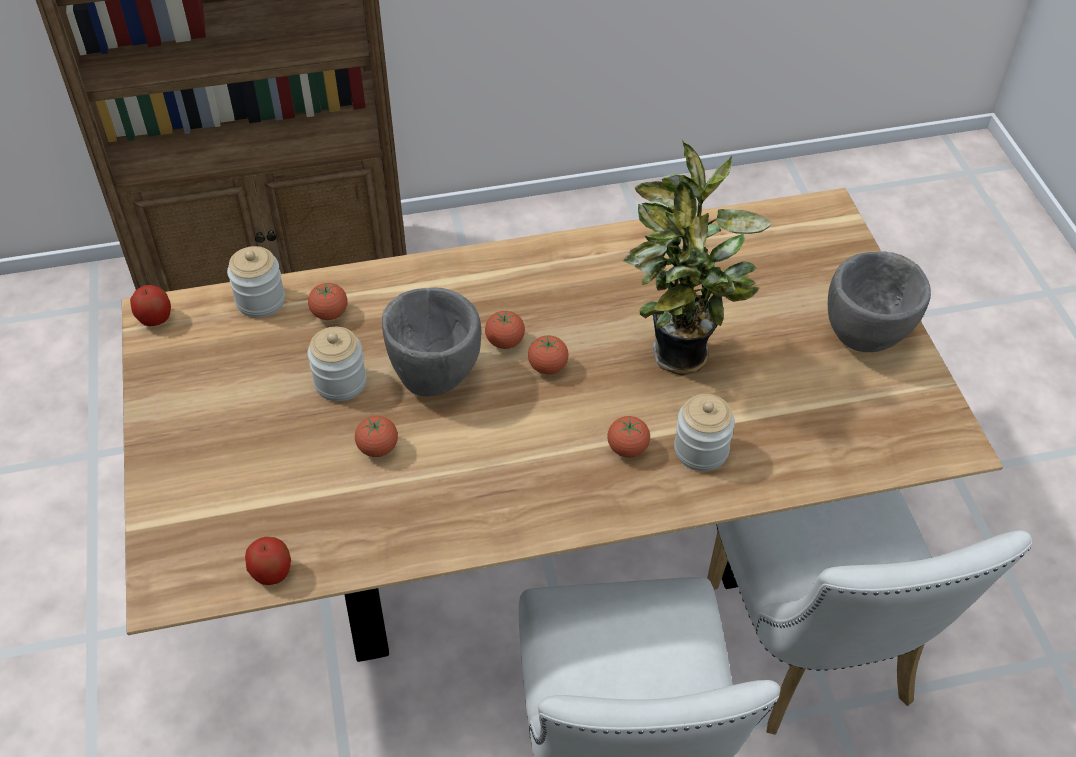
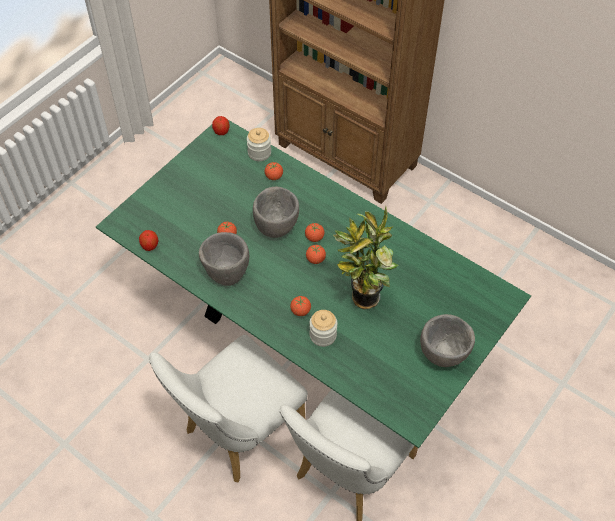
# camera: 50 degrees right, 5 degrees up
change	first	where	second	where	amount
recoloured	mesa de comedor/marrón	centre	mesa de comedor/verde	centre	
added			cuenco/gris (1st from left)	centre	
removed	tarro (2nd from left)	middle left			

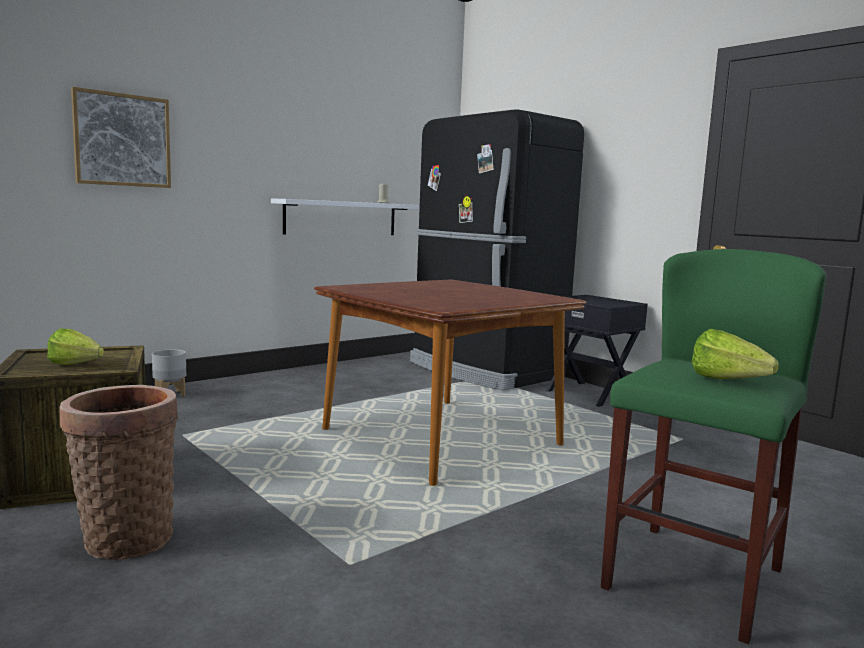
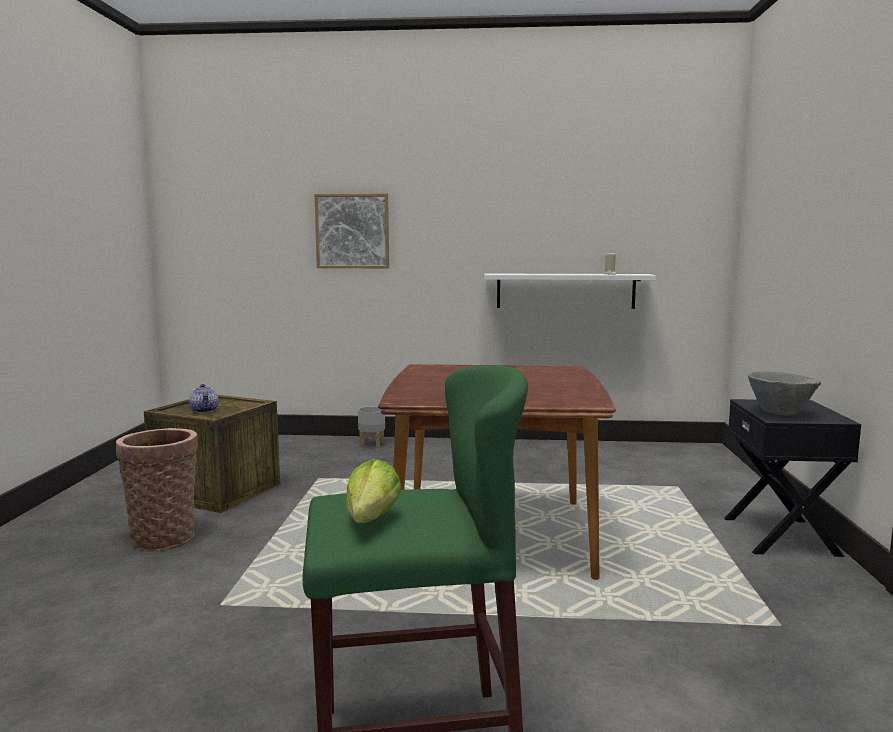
# camera: 45 degrees right, 0 degrees up
change	first	where	second	where	amount
replaced	lechuga (1st from left)	middle left	tetera	middle left	
added			cuenco/gris	middle right	
removed	nevera/negro	centre			

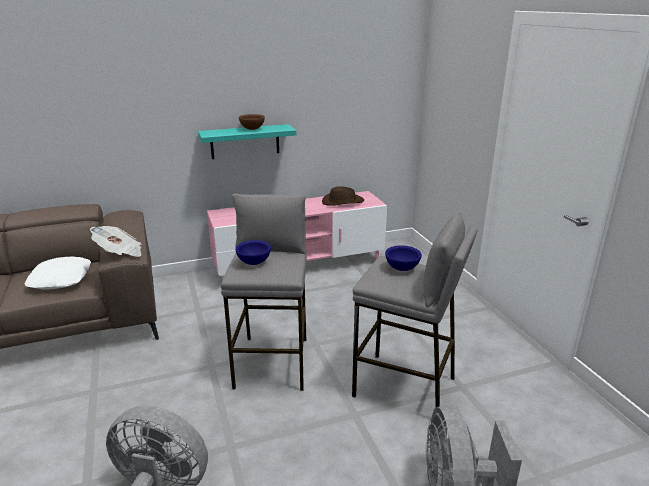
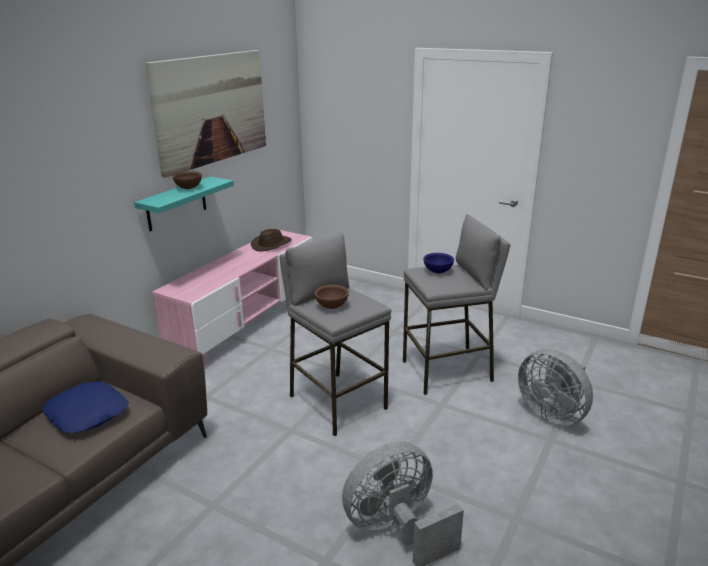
# camera: 40 degrees left, 0 degrees up
change	first	where	second	where	amount
recoloured	cojín/blanco	middle left	cojín/azul	bottom left	
added			cuadro	top left	
recoloured	cuenco/azul (1st from left)	centre	cuenco/marrón (2nd from left)	centre	
removed	periódico	middle left			

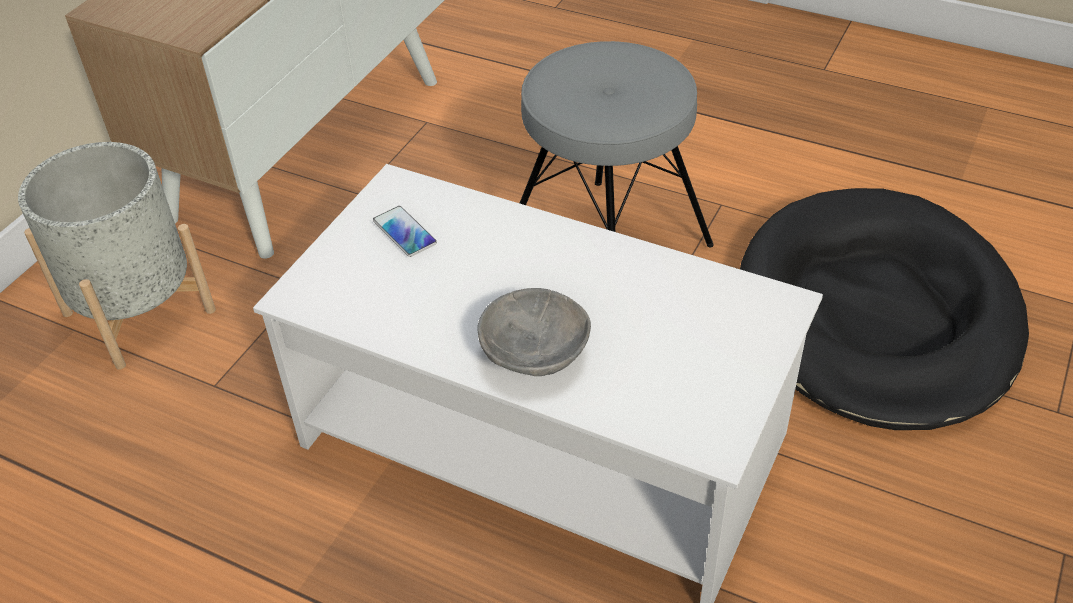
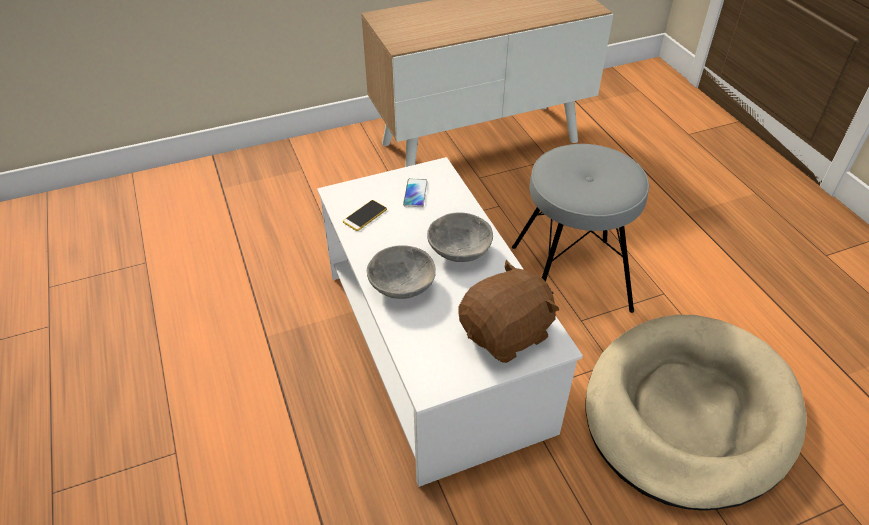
# camera: 40 degrees right, 0 degrees up
change	first	where	second	where	amount
added			móvil (1st from left)	centre	
added			cuenco/gris (2nd from left)	centre	
added			peluche/marrón	centre	
recoloured	cama para perro/negro	middle right	cama para perro/beis	bottom right	
removed	maceta/gris	middle left			

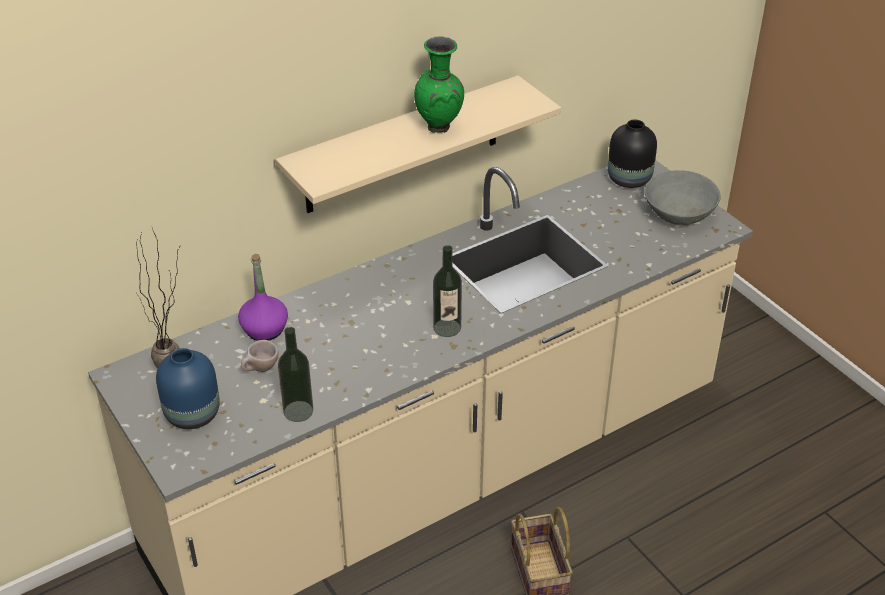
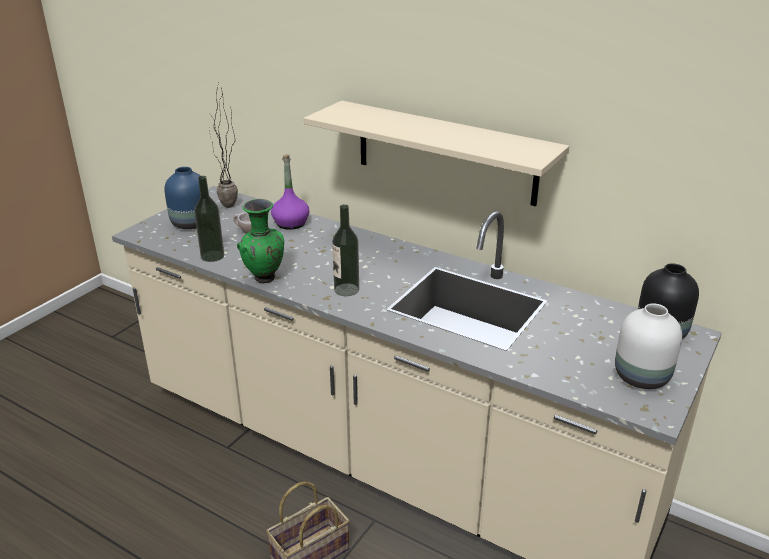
# camera: 65 degrees right, 10 degrees down
change	first	where	second	where	amount
moved	florero/verde	top centre		centre	
replaced	cuenco/gris	top right	florero/blanco	middle right	

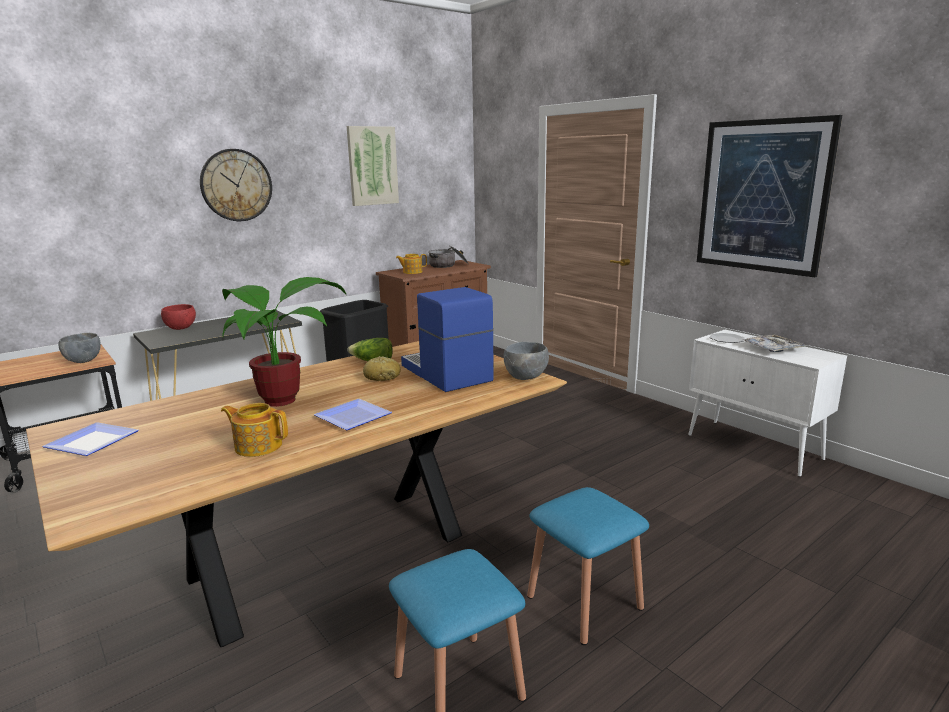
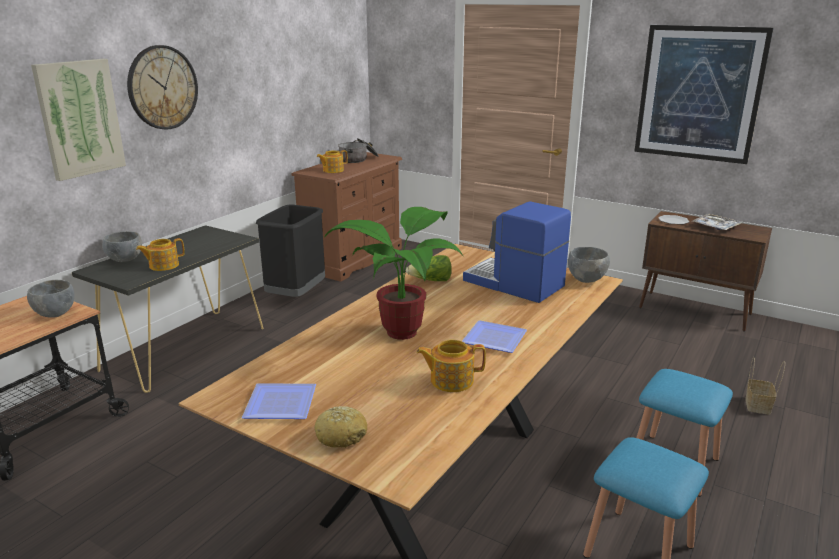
# camera: 20 degrees left, 5 degrees up
change	first	where	second	where	amount
moved	cuadro (1st from left)	top centre		top left	
recoloured	cuenco/rojo	middle left	cuenco/gris (2nd from left)	middle left	
added			tetera (1st from left)	middle left	
moved	pan	centre		bottom centre	
recoloured	armario/blanco	middle right	armario/marrón	middle right	
added			cesta	bottom right	

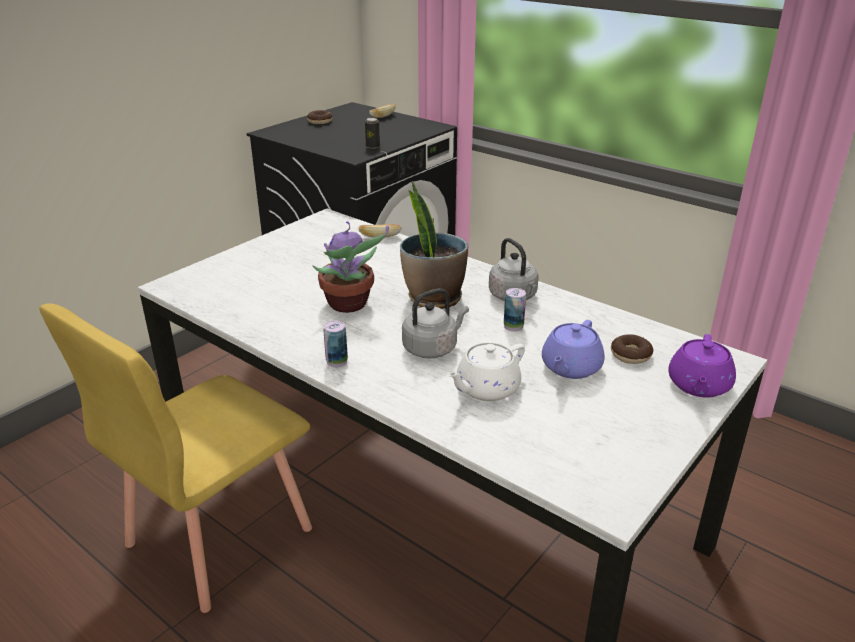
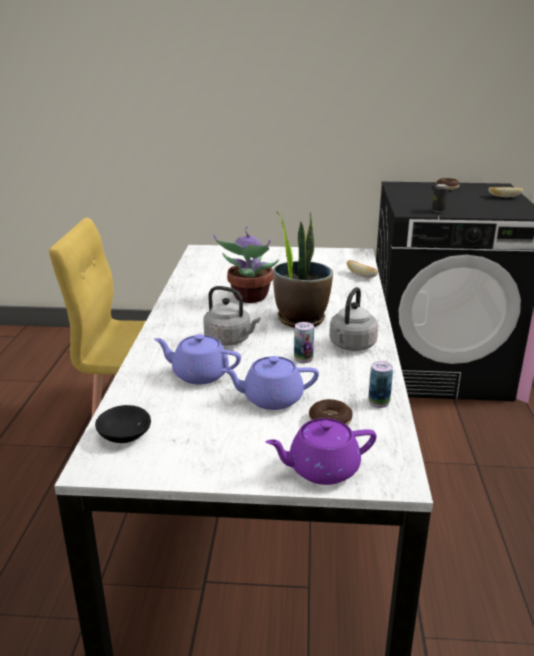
# camera: 55 degrees right, 5 degrees down
change	first	where	second	where	amount
added			cuenco/negro	middle left	
recoloured	tetera/blanco	centre	tetera/morado (1st from left)	centre	
moved	lata (1st from left in the first image)	centre	lata (2nd from left)	middle right	

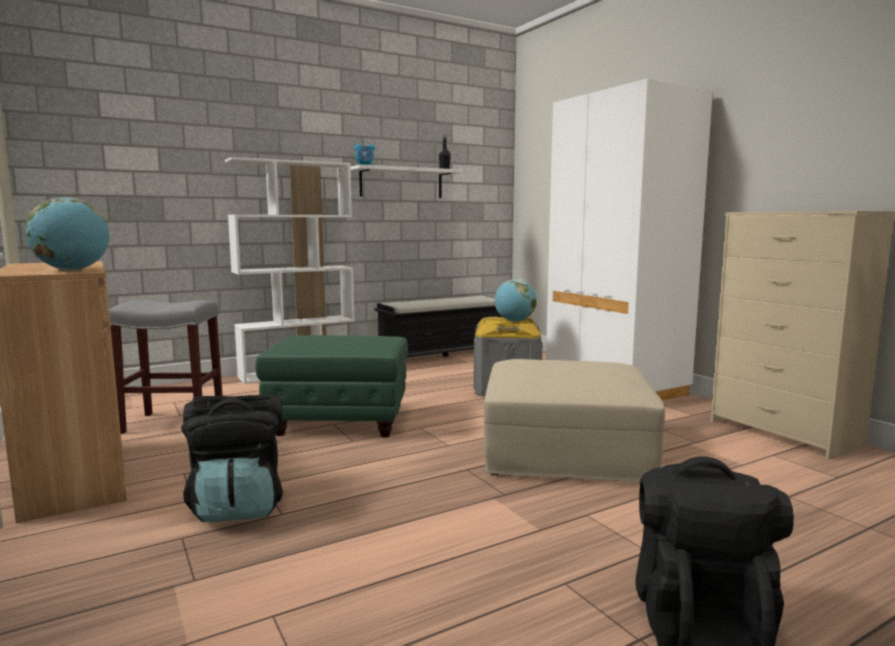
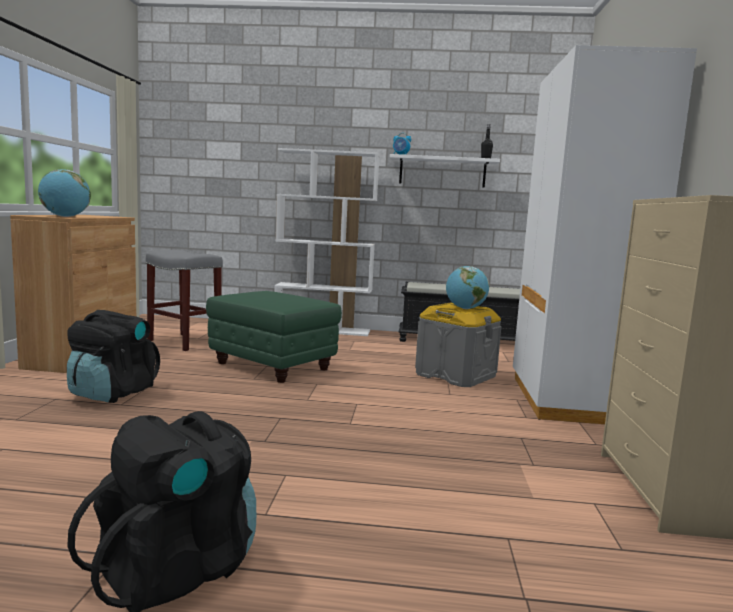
# camera: 35 degrees right, 0 degrees up
change	first	where	second	where	amount
removed	puf/beis	centre			

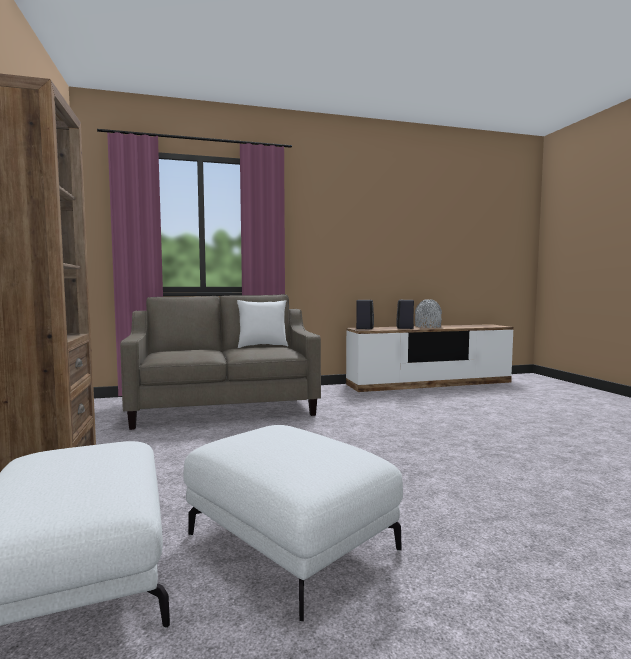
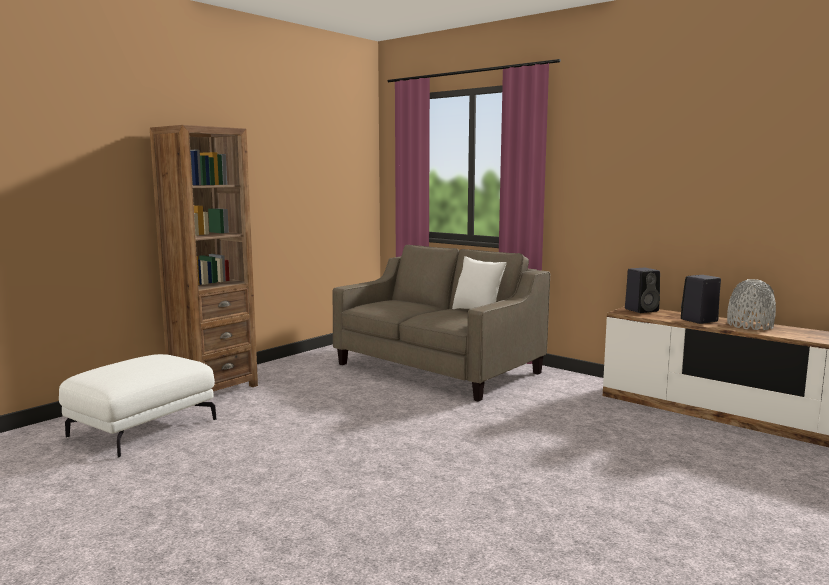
# camera: 55 degrees right, 5 degrees up
change	first	where	second	where	amount
removed	puf/blanco (2nd from left)	bottom centre			

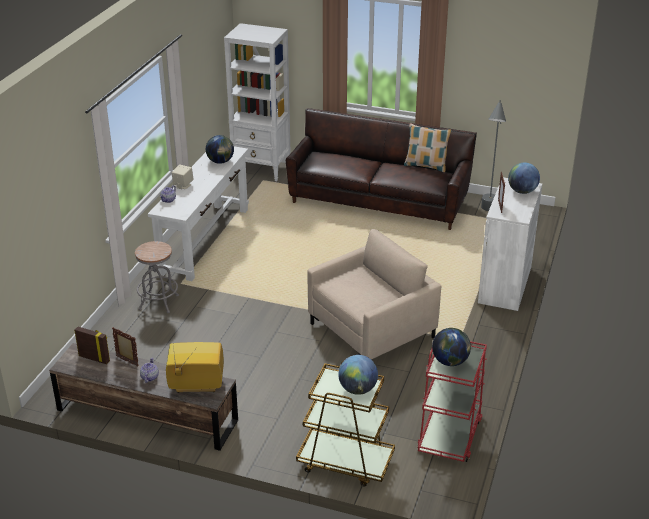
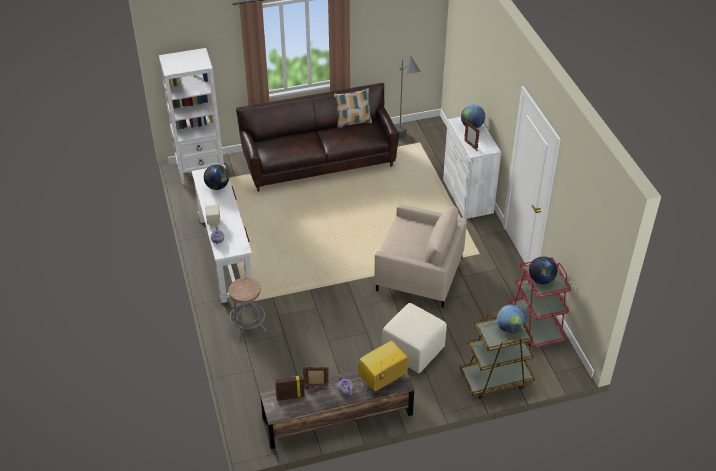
# camera: 35 degrees left, 10 degrees up
change	first	where	second	where	amount
turned	sillón/beis	centre		centre	90 degrees clockwise
added			puf/beis	bottom centre	

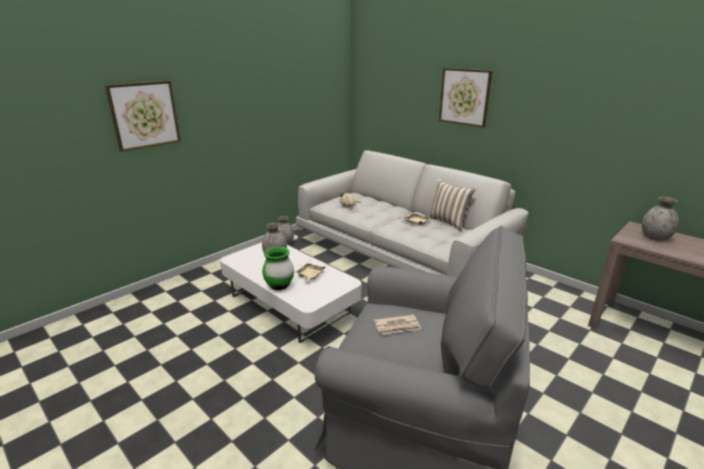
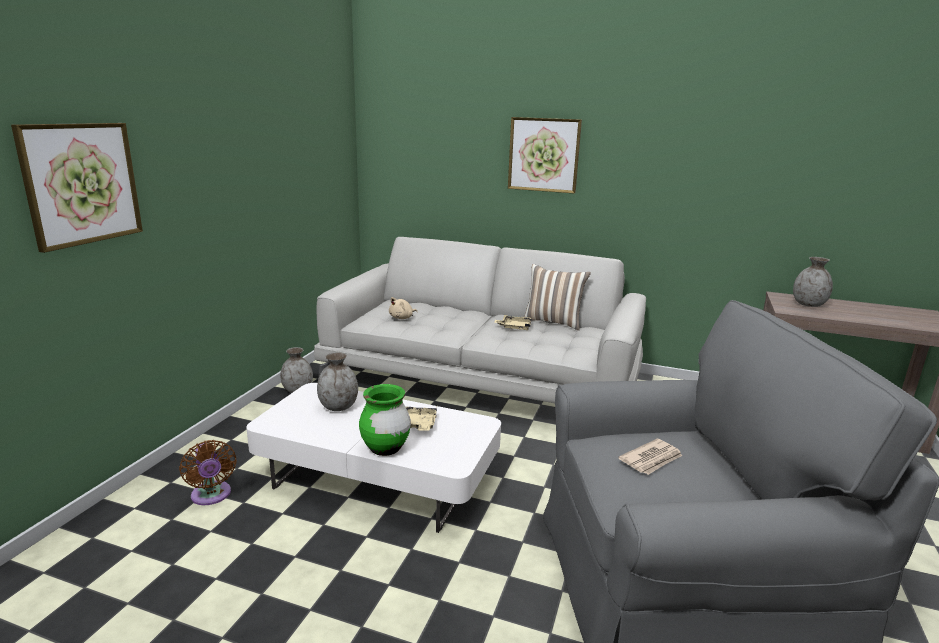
# camera: 25 degrees left, 5 degrees down
change	first	where	second	where	amount
added			ventilador/marrón	bottom left	

